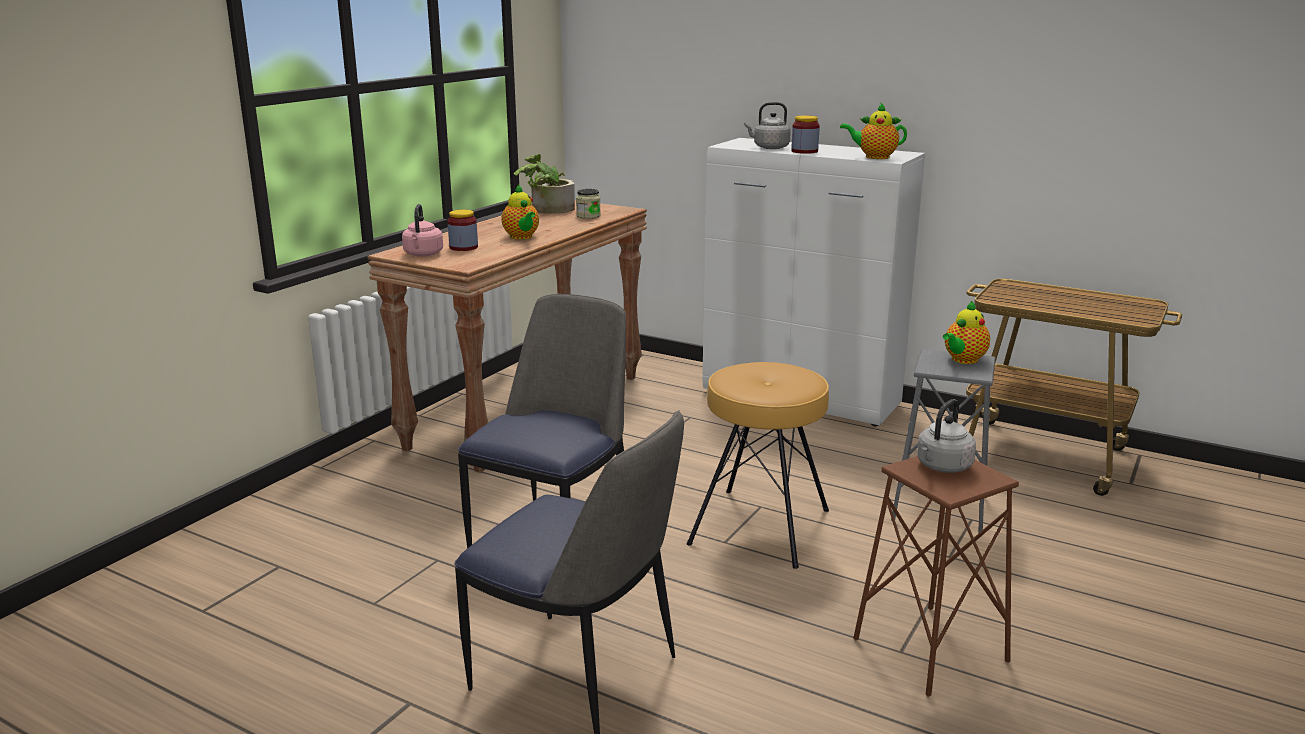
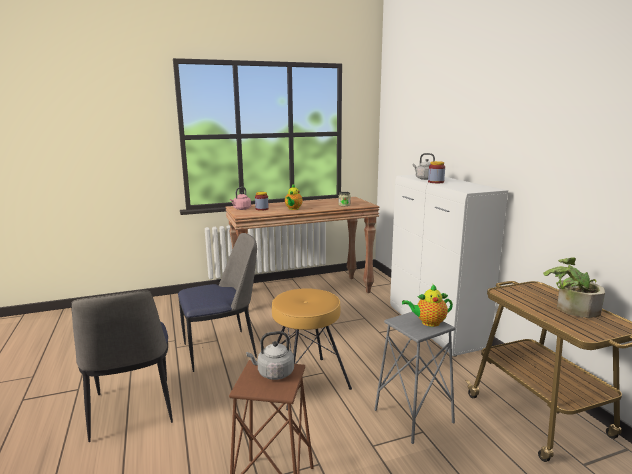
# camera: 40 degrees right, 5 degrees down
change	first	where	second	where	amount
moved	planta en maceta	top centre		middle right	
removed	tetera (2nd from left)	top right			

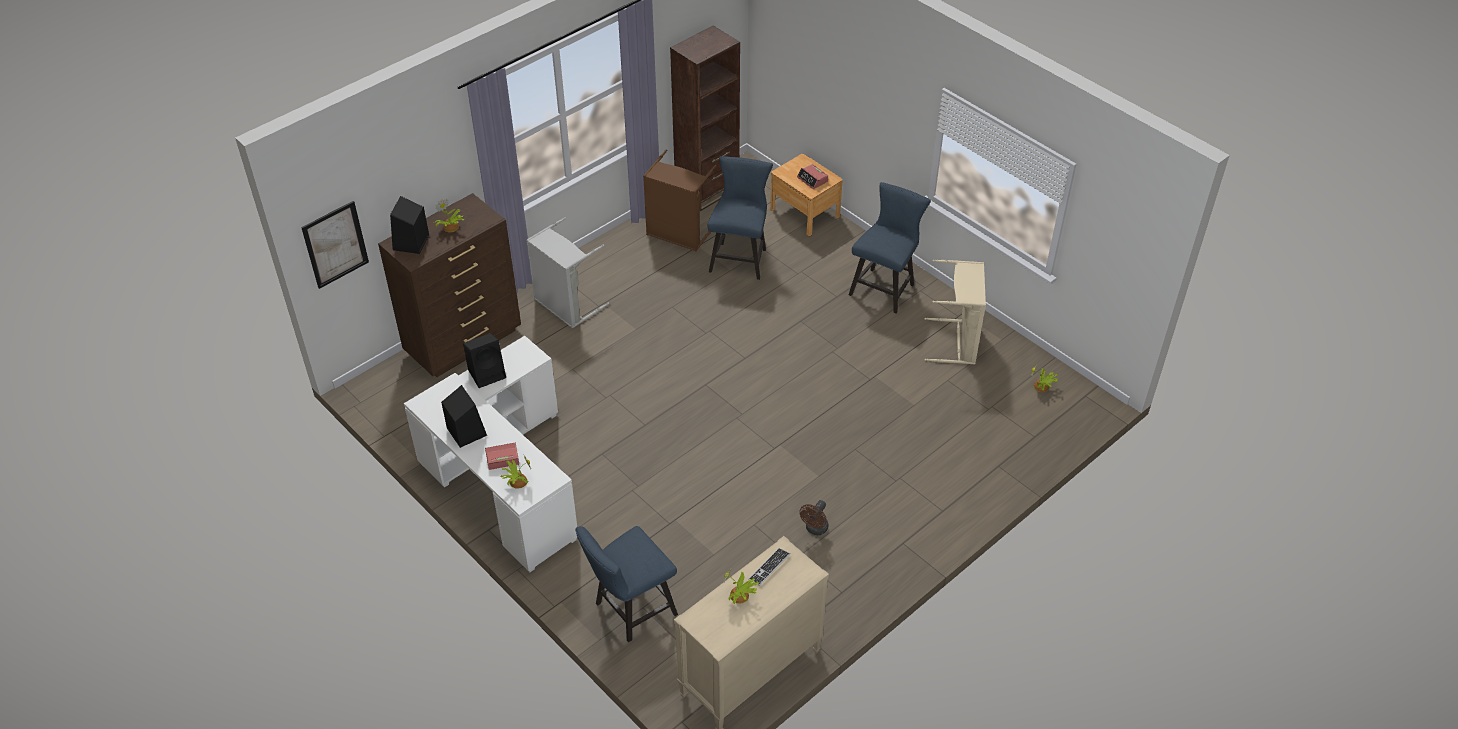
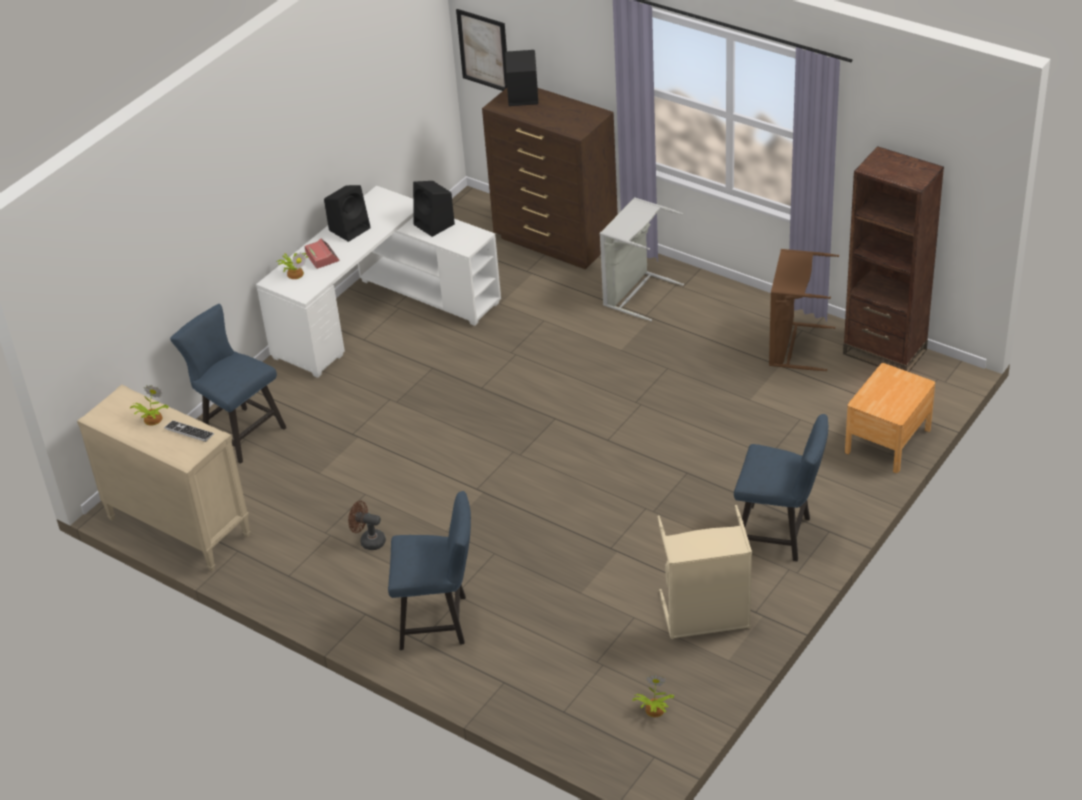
# camera: 80 degrees right, 5 degrees down
change	first	where	second	where	amount
moved	silla/azul (2nd from left)	top centre		bottom centre	
removed	planta en maceta (1st from left)	top left			
removed	despertador (2nd from left)	top centre			

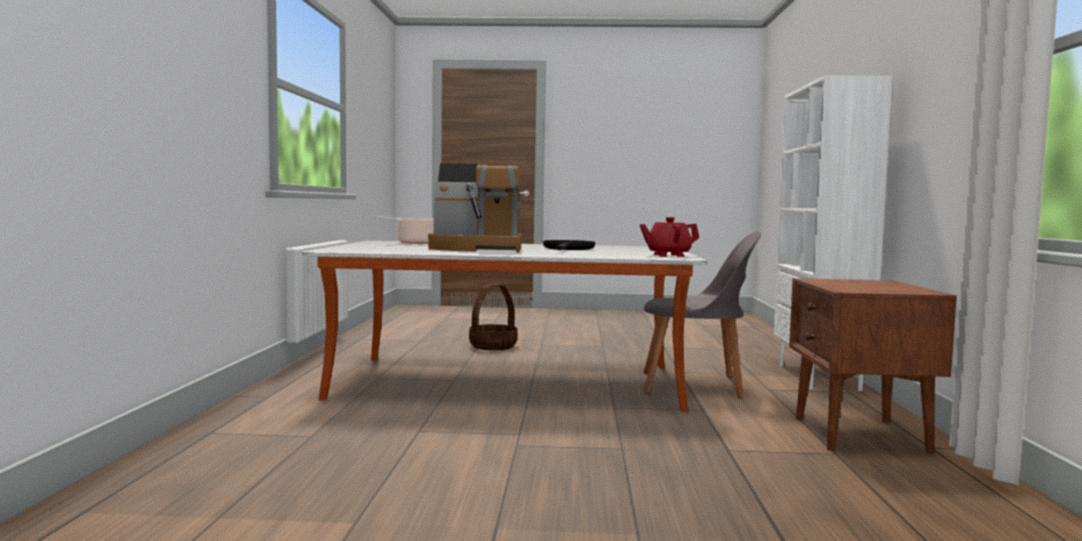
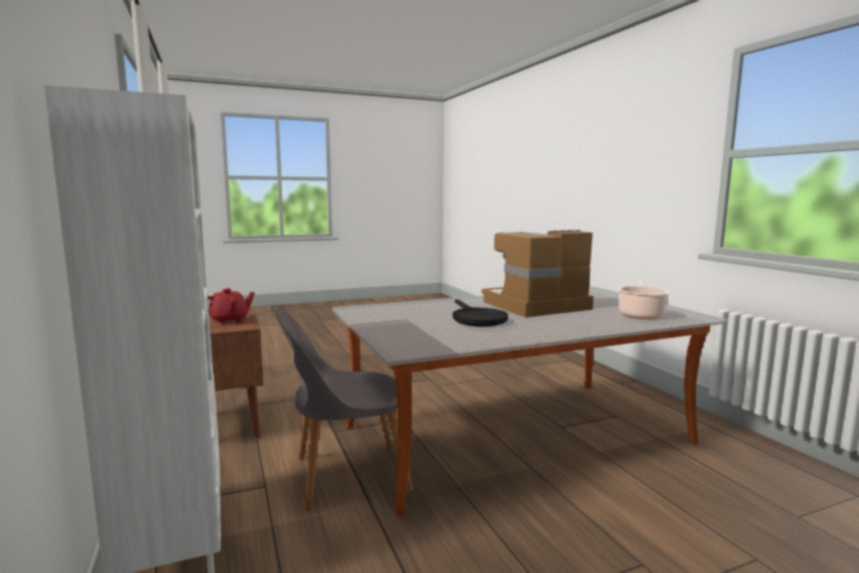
# camera: 155 degrees right, 5 degrees up
change	first	where	second	where	amount
moved	tetera/rojo	centre		middle left	
removed	cesta	centre			

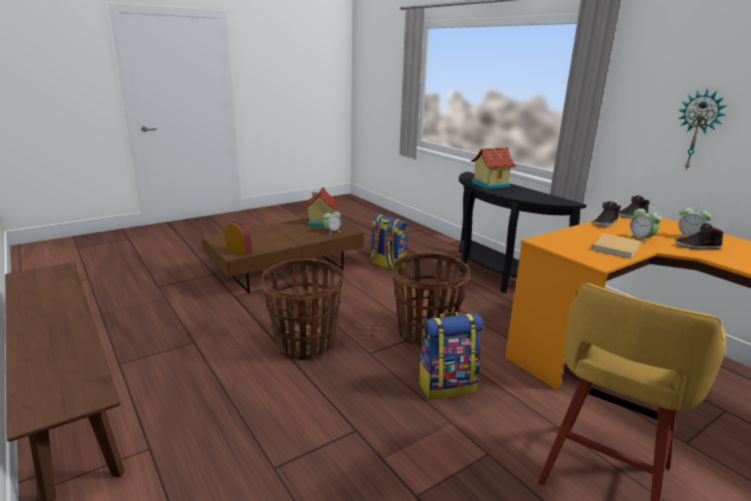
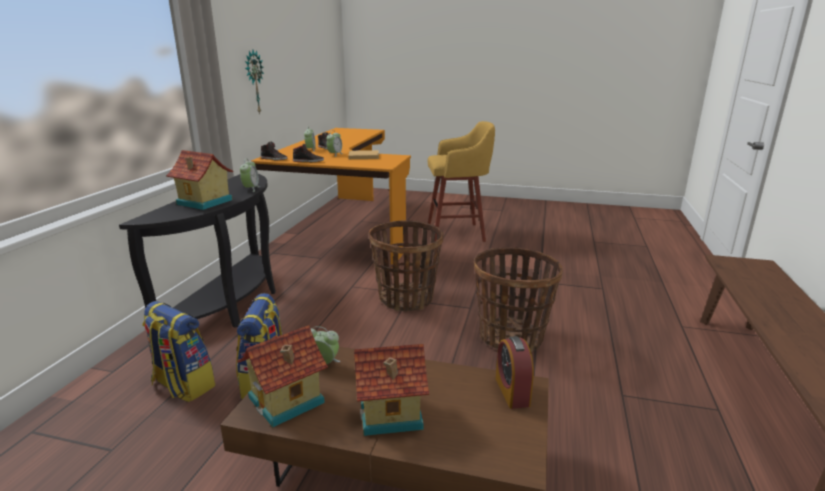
# camera: 130 degrees left, 0 degrees up
change	first	where	second	where	amount
moved	mochila (2nd from left in the first image)	bottom centre	mochila (1st from left)	bottom left	
added			despertador (1st from left)	middle left	
added			casita (3rd from left)	bottom centre	

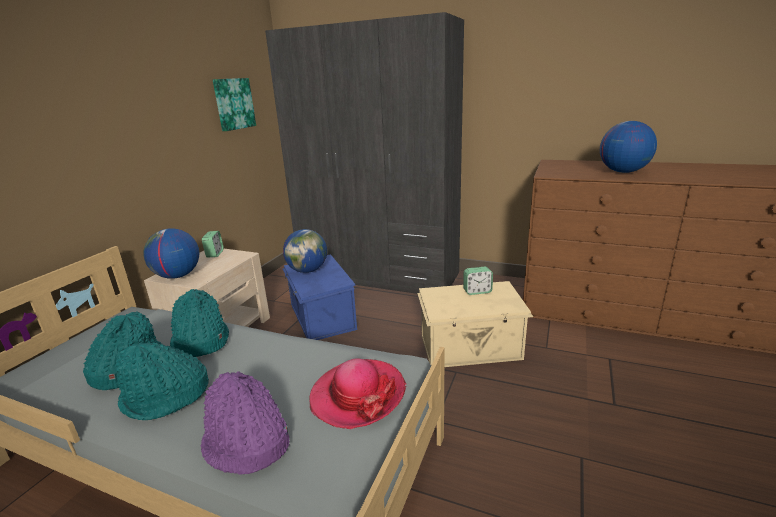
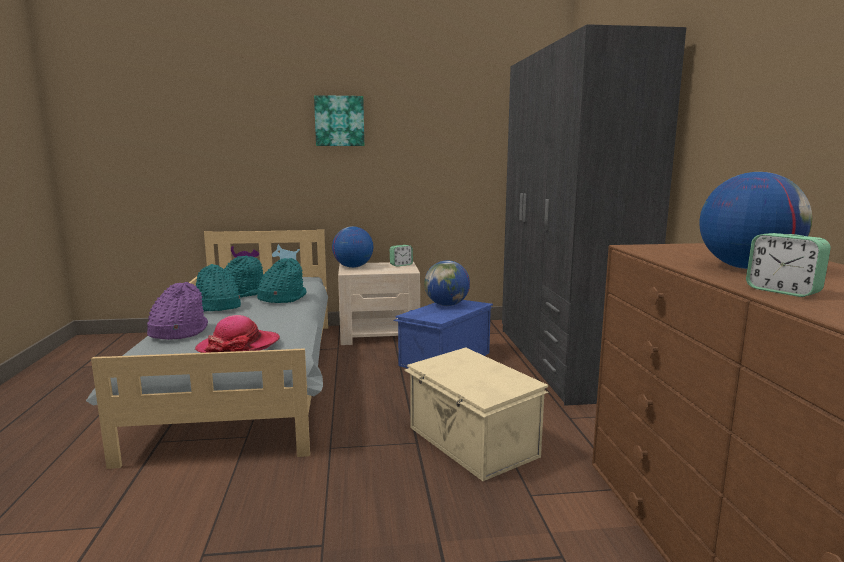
# camera: 60 degrees right, 10 degrees down
change	first	where	second	where	amount
moved	cuadro	top left		top centre	
moved	despertador (2nd from left)	centre		middle right	

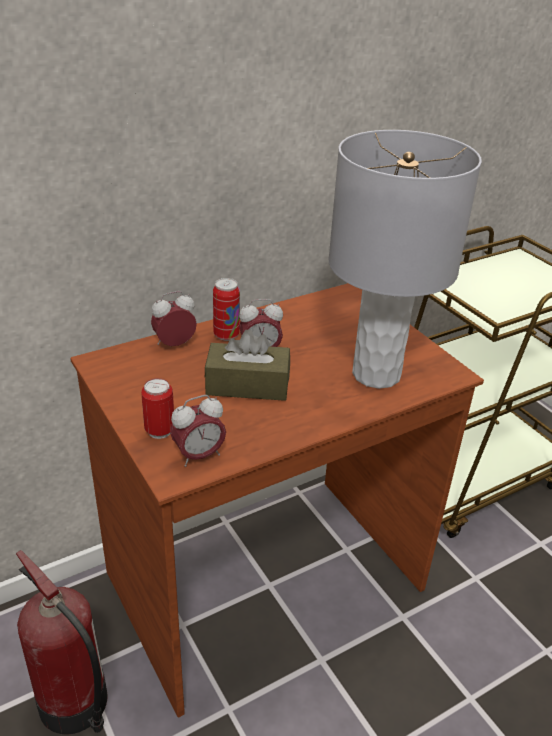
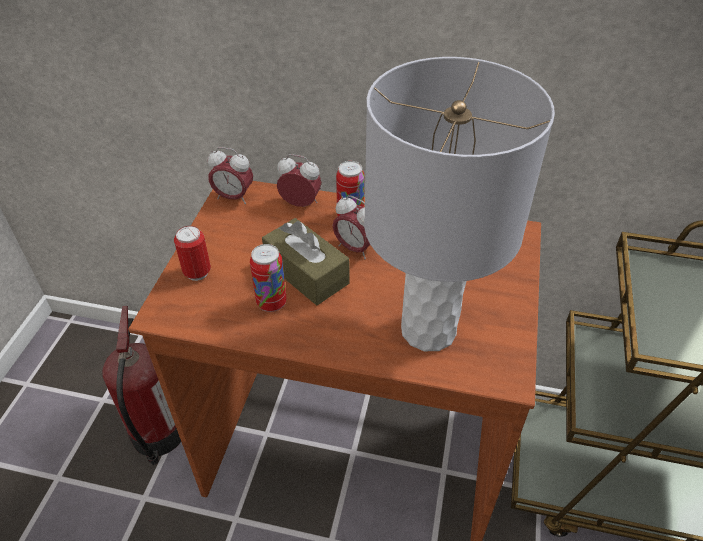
# camera: 45 degrees right, 10 degrees up
change	first	where	second	where	amount
moved	despertador (2nd from left in the first image)	centre	despertador (1st from left)	top left	
added			lata (2nd from left)	centre	

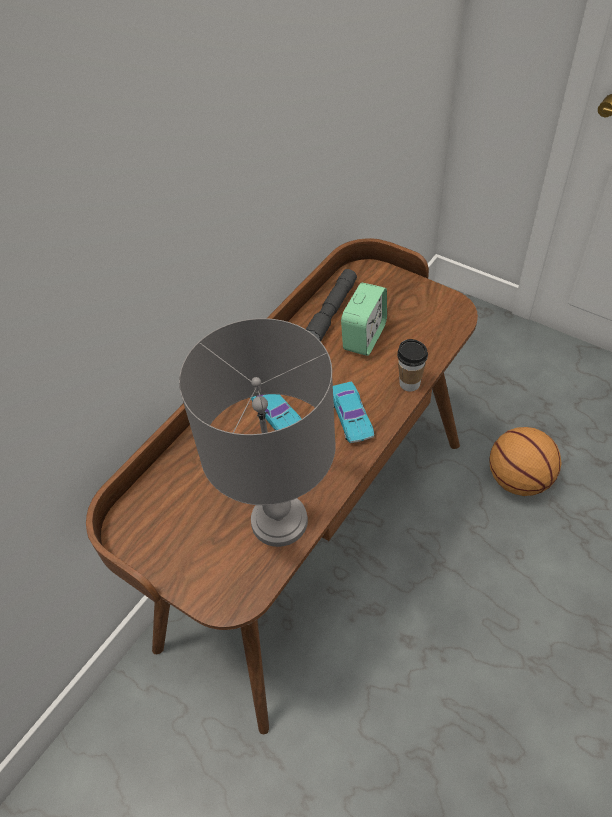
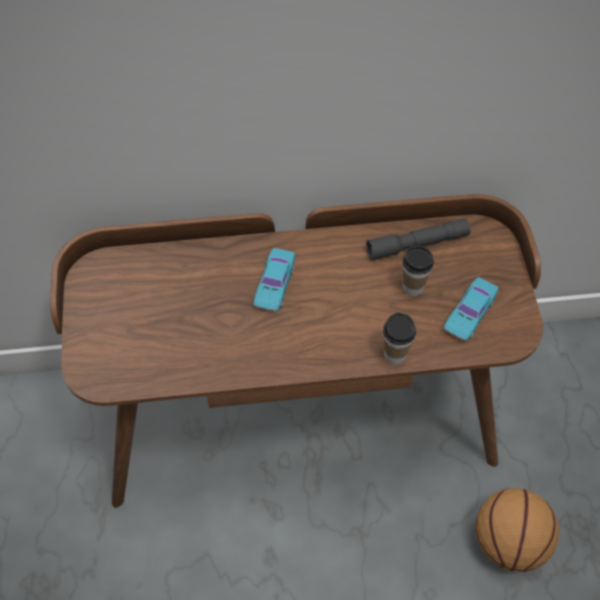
# camera: 45 degrees right, 5 degrees up
change	first	where	second	where	amount
replaced	despertador	centre	taza (2nd from left)	middle right	
moved	coche de juguete/turquesa (2nd from left)	centre		middle right	
removed	lámpara de mesa/gris	centre			

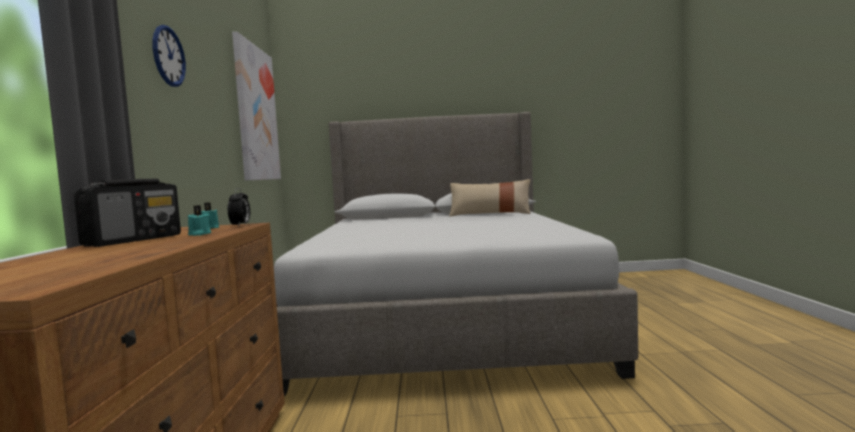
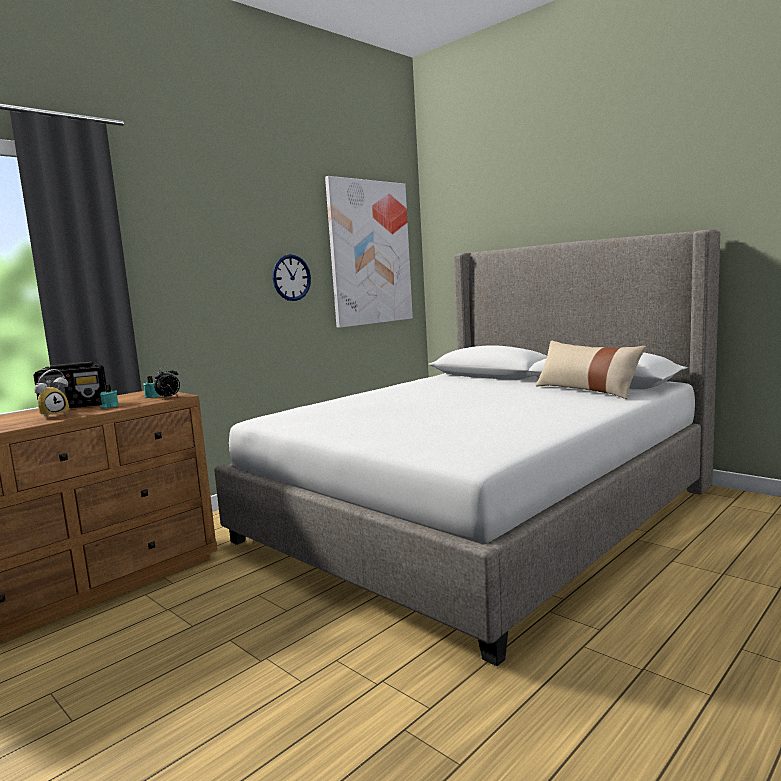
# camera: 45 degrees right, 5 degrees up
change	first	where	second	where	amount
added			despertador (1st from left)	middle left	
moved	reloj de pared	top left		centre	

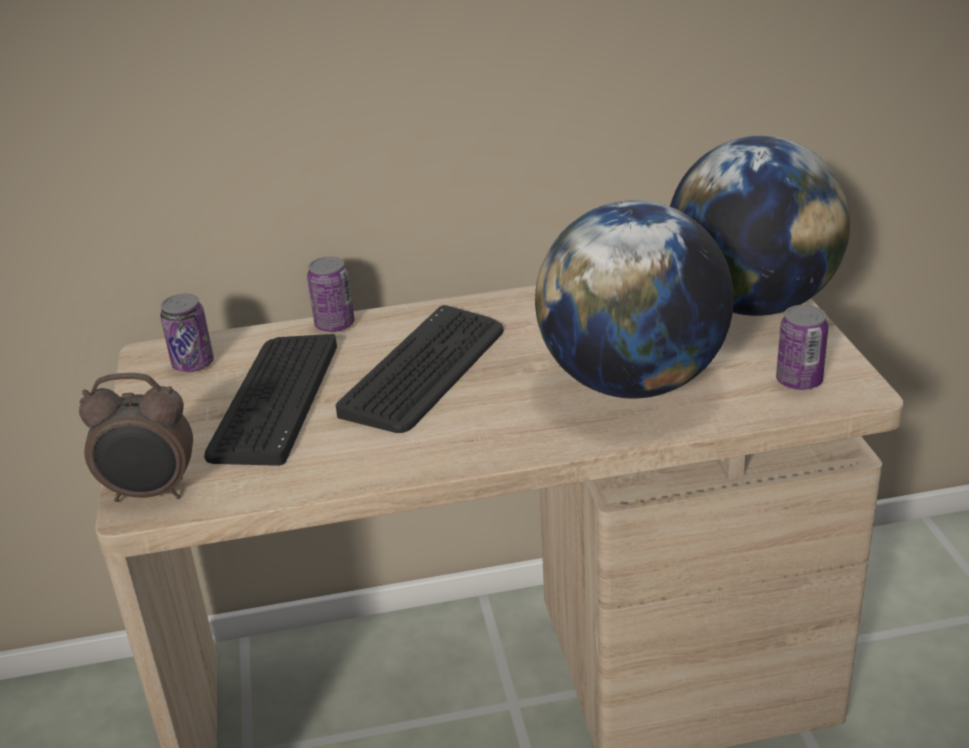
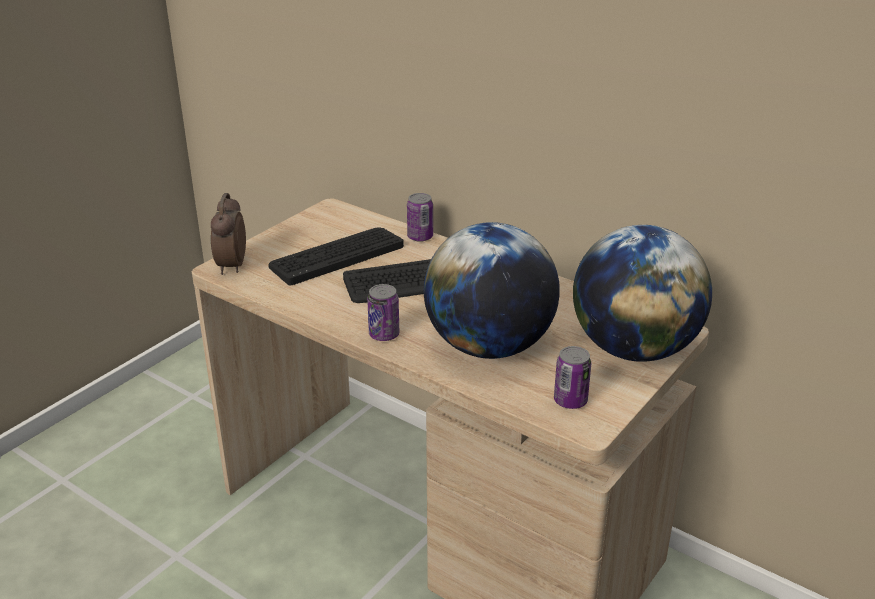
# camera: 45 degrees right, 0 degrees up
change	first	where	second	where	amount
turned	despertador	middle left		middle left	45 degrees clockwise
moved	lata (1st from left)	middle left		centre	

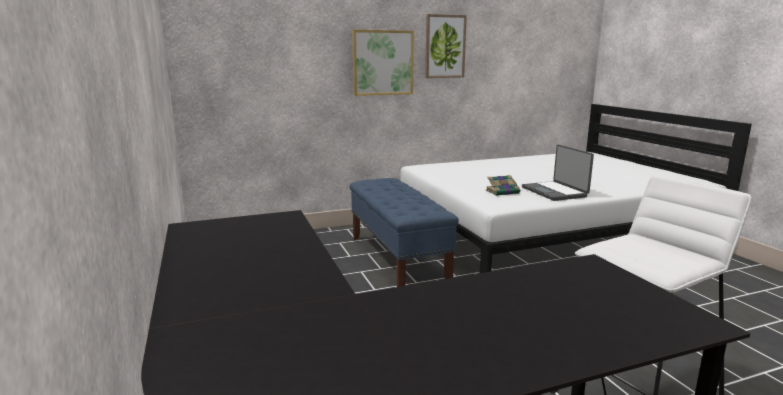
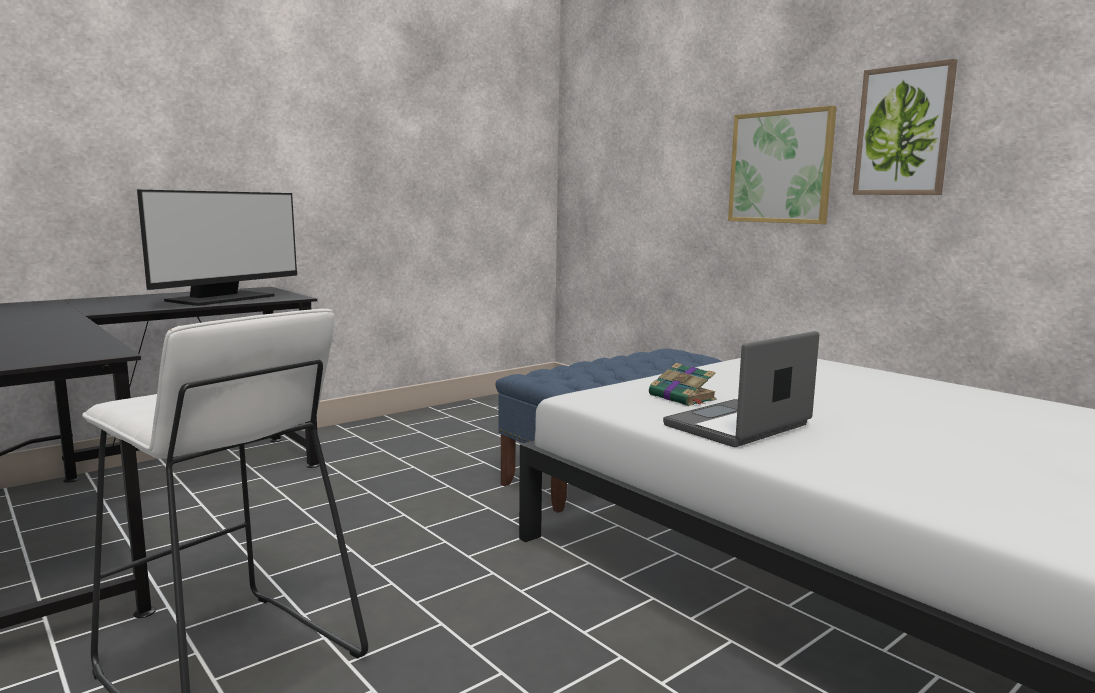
# camera: 70 degrees right, 5 degrees down
change	first	where	second	where	amount
added			monitor	middle left	

